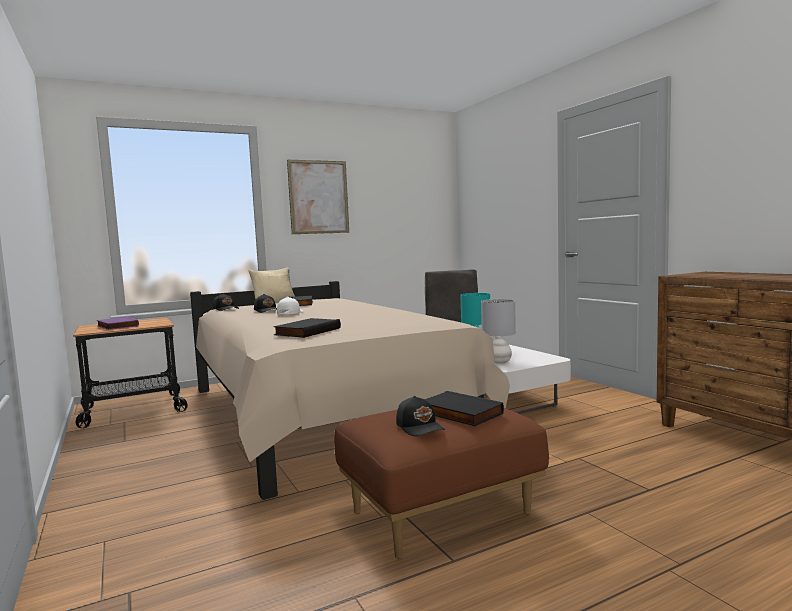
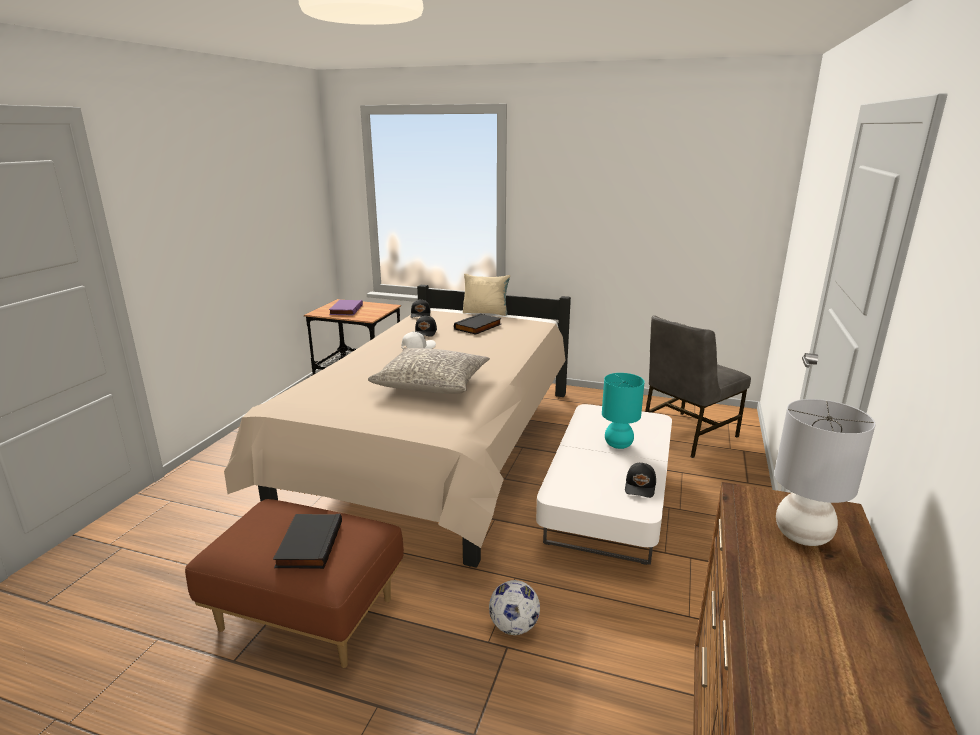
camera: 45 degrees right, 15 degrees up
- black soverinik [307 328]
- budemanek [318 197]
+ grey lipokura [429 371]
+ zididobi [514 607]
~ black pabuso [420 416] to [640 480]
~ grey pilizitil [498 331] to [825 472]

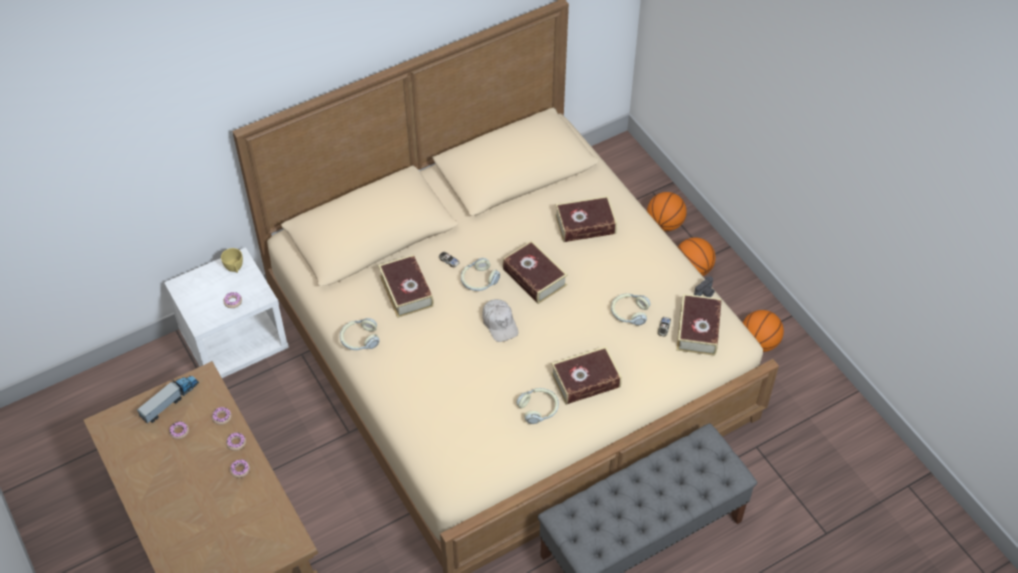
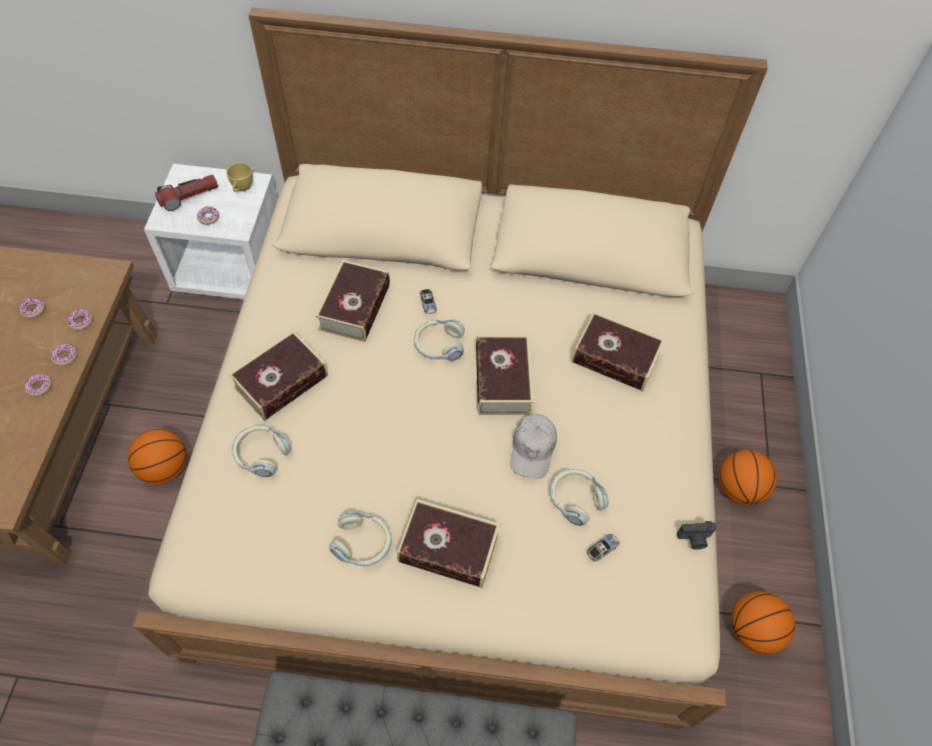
camera: 35 degrees right, 5 degrees up
- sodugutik [168 400]
+ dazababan [186 193]
~ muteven [359 334] to [262 451]
~ white pabuso [500 320] to [533 446]
~ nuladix [667 211] to [157 456]
~ soverinik [698 325] to [278 375]

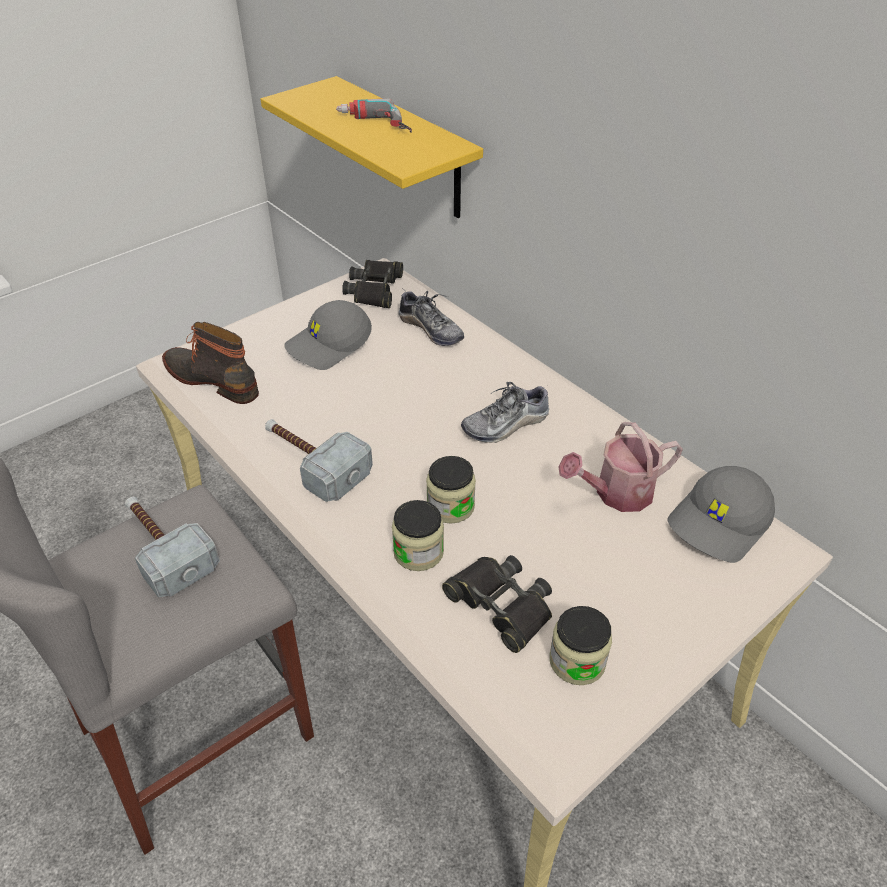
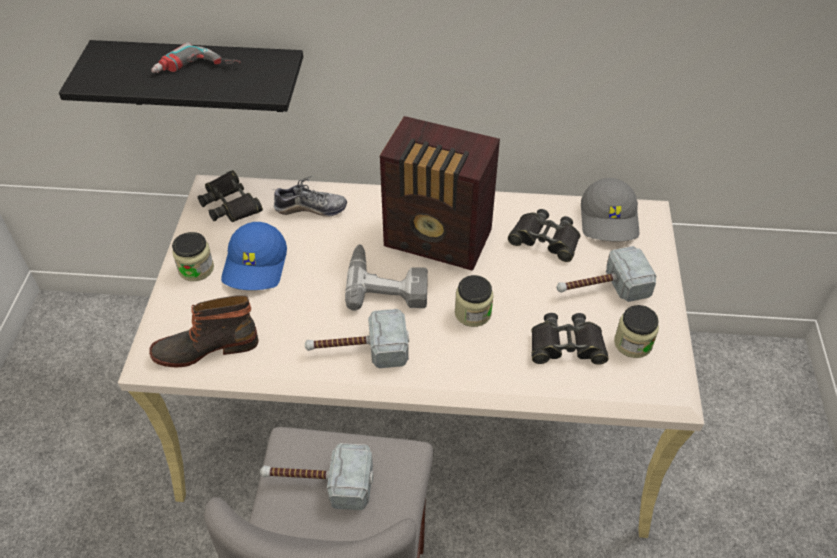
camera: 45 degrees left, 5 degrees up
+ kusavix [386 277]
+ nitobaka [606 274]
~ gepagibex [418 535] to [193 256]
~ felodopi [505 412] to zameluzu [440 193]
~ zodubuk [620 467] to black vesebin [544 235]
~ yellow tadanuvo [372 147] to black tadanuvo [181 76]
~ grey pabuso [328 335] to blue pabuso [254 256]

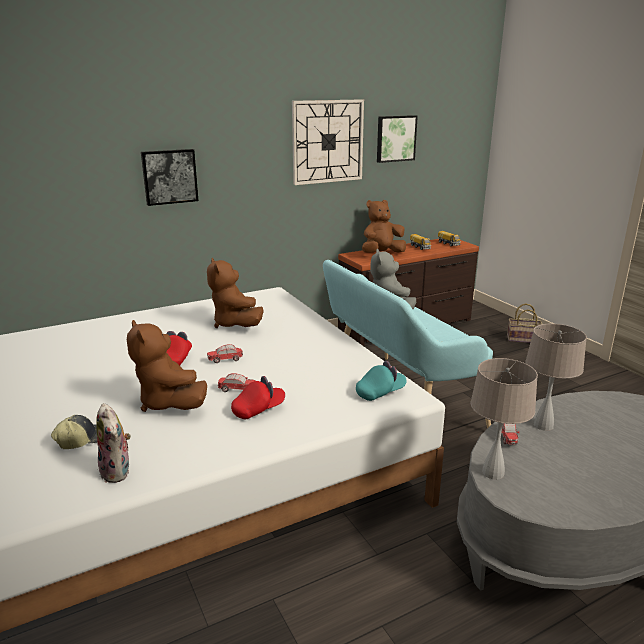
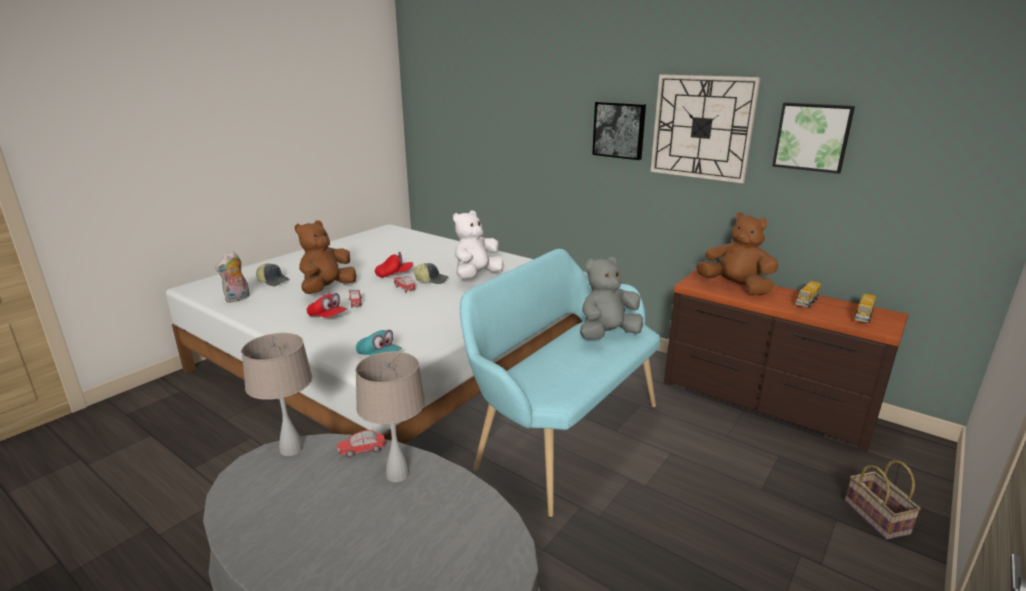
camera: 65 degrees right, 0 degrees up
+ pabuso [431 273]
~ budemanek [169 177] to [619 130]
~ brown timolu [235 293] to white timolu [478 245]

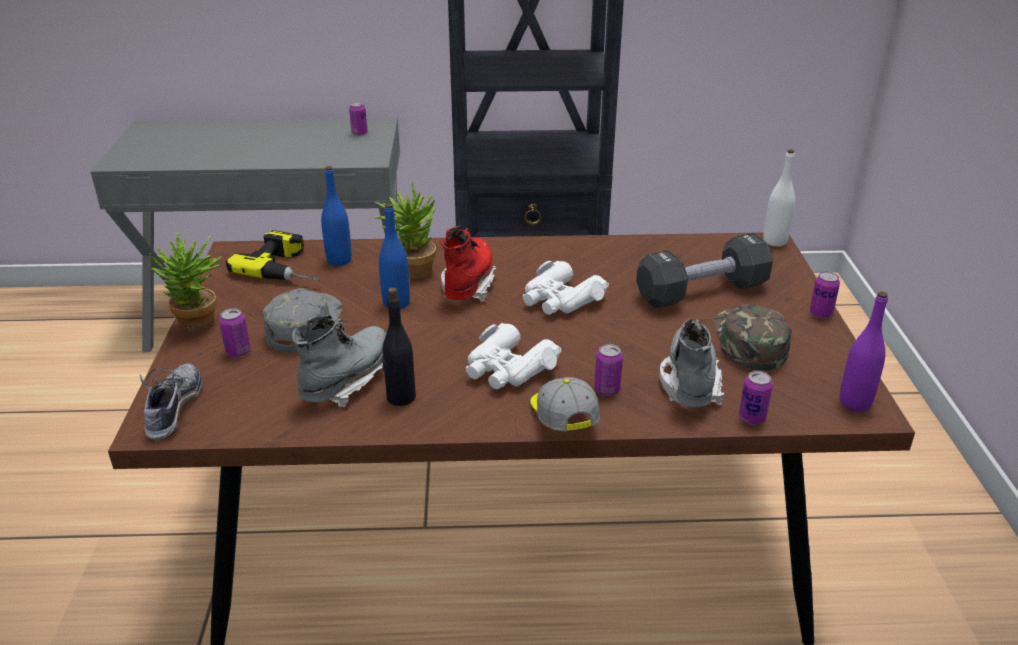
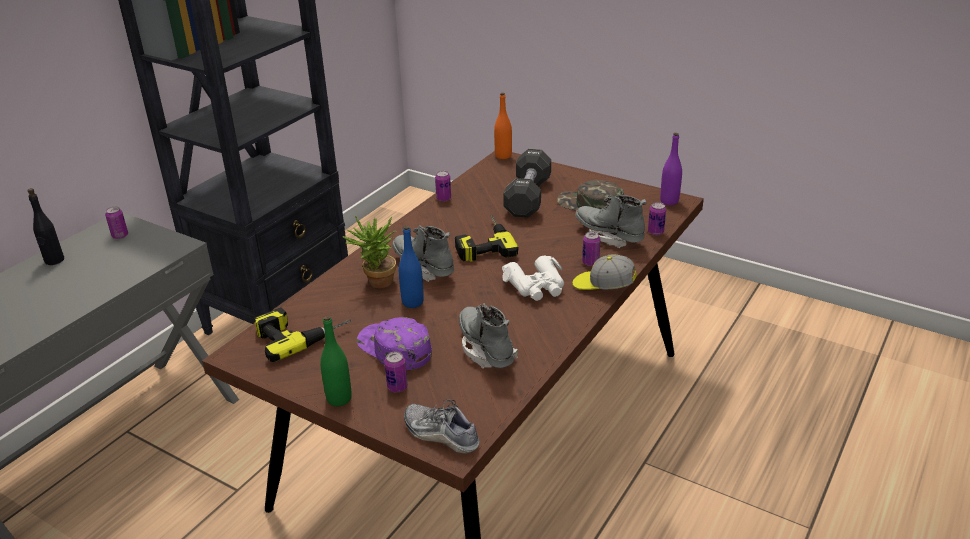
camera: 55 degrees left, 0 degrees up
- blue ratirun [336 216]
~ black ratirun [399 346] to [45 226]
~ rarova [824 295] to [443 186]
~ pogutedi [185 282] to green ratirun [335 360]
~ white vesebin [566 288] to kusavix [486 238]
~ grey pabuso [303 320] to purple pabuso [394 343]
~ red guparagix [468 263] to grey guparagix [423 253]
~ white ratirun [779 197] to orange ratirun [503 126]

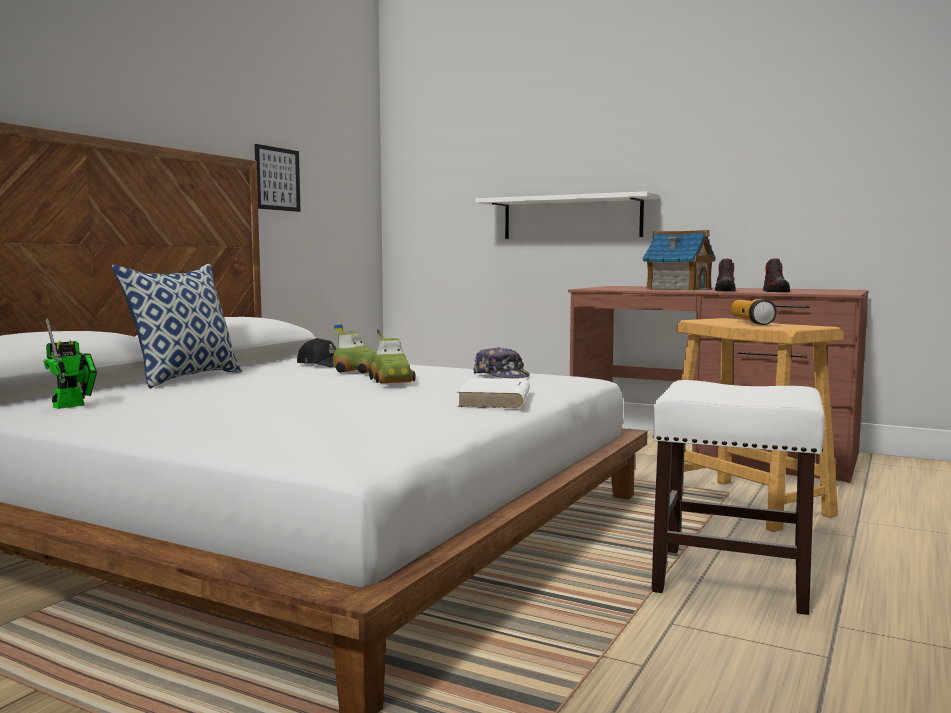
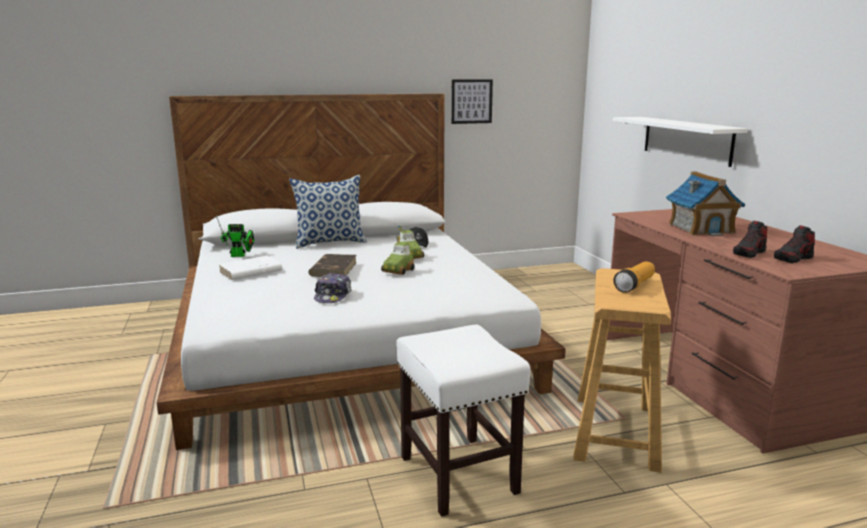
camera: 45 degrees right, 10 degrees up
+ brown soverinik [332 265]
~ white soverinik [493 393] to [250 268]
~ pabuso [501 362] to [333 288]
~ felodopi [725 275] to [794 244]

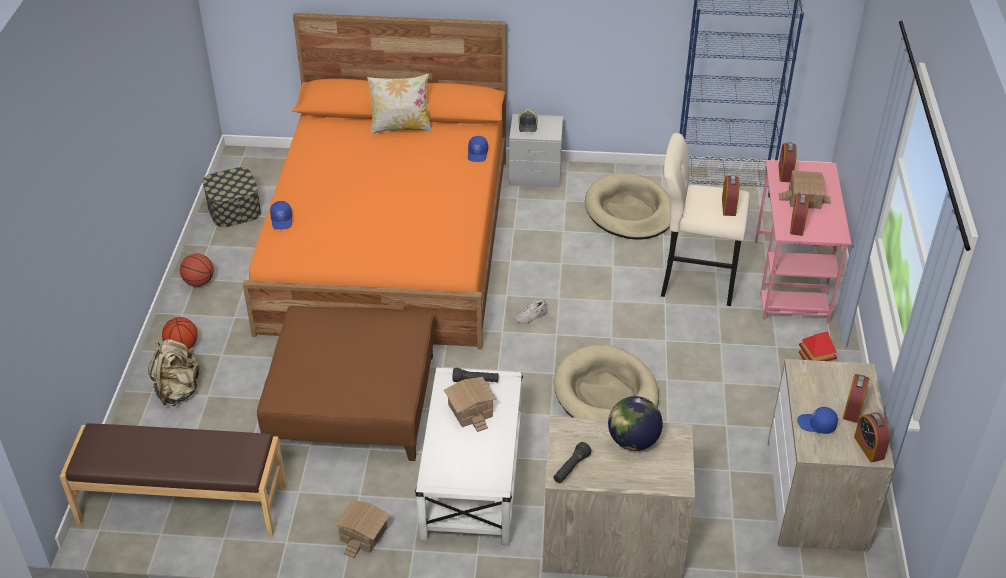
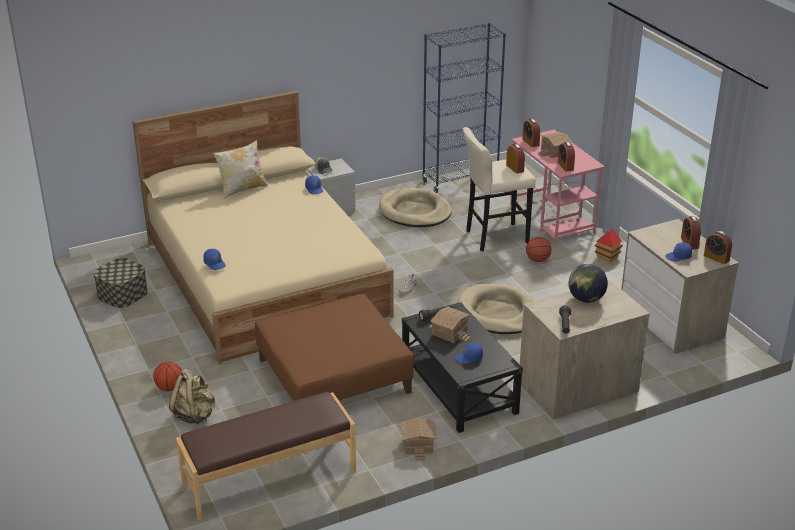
camera: 30 degrees left, 10 degrees down
+ blue pabuso [469 353]
~ nuladix [197 270] to [539 249]
~ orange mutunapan [374 181] to beige mutunapan [263 227]
~ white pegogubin [469 456] to black pegogubin [462 367]

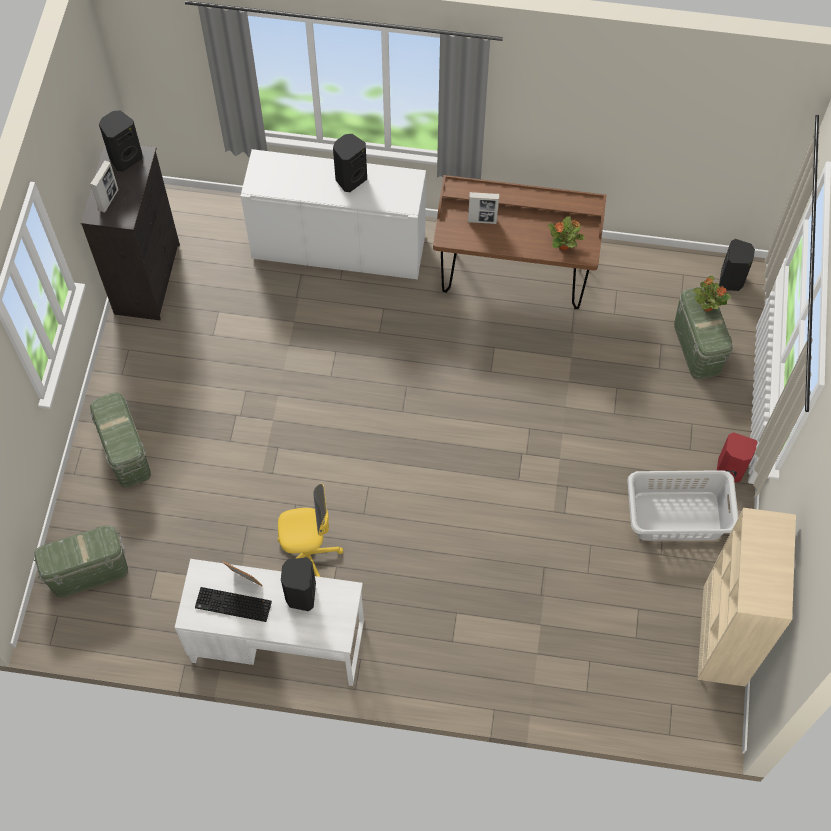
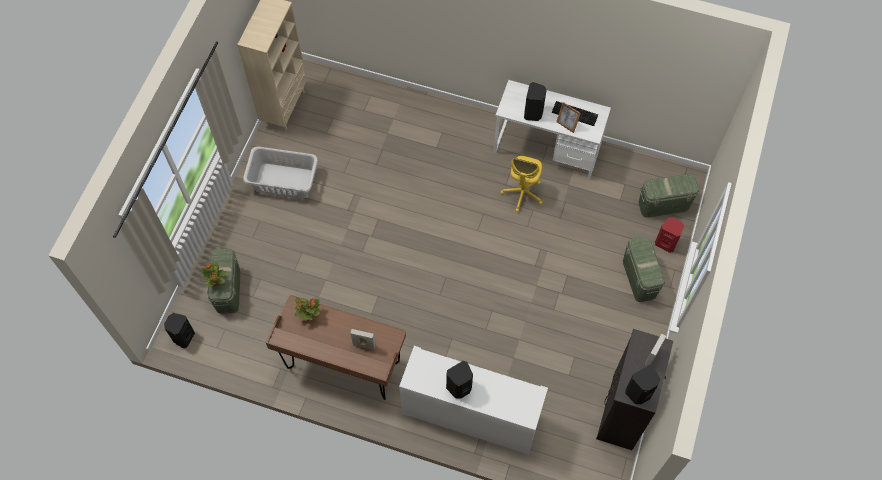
camera: 170 degrees left, 0 degrees up
~ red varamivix [737 457] to [669 235]
~ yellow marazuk [310 530] = [522 184] 75 degrees counterclockwise

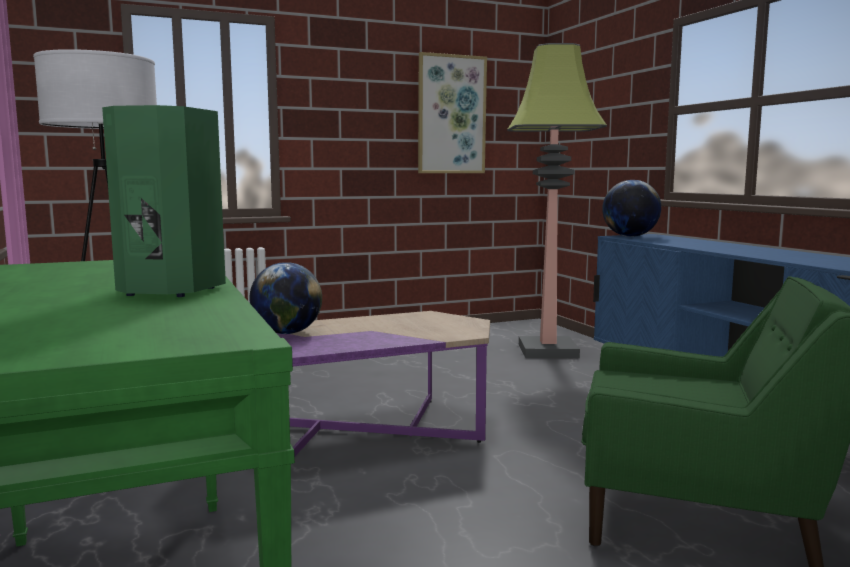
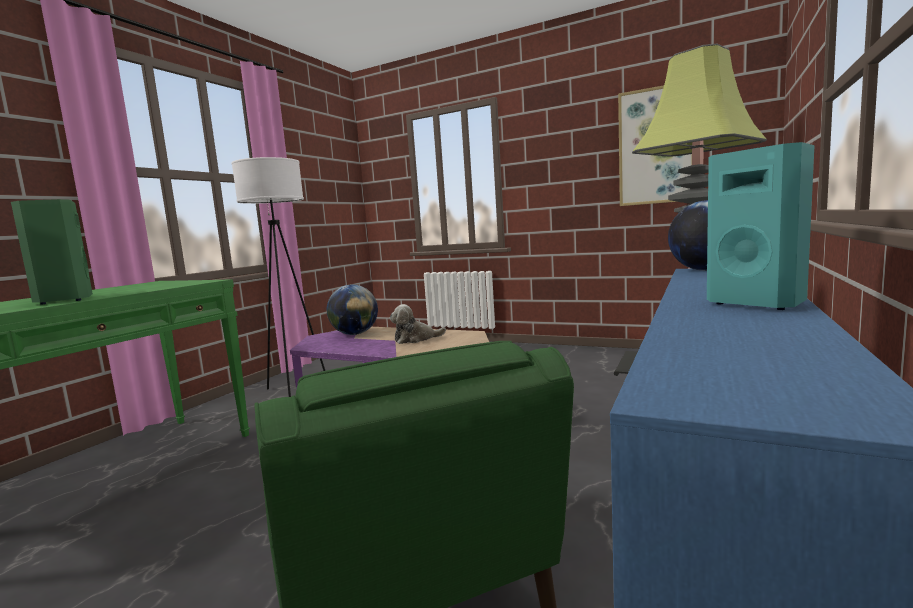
camera: 50 degrees right, 0 degrees up
+ timolu [418 324]
+ turquoise varamivix [761 226]

